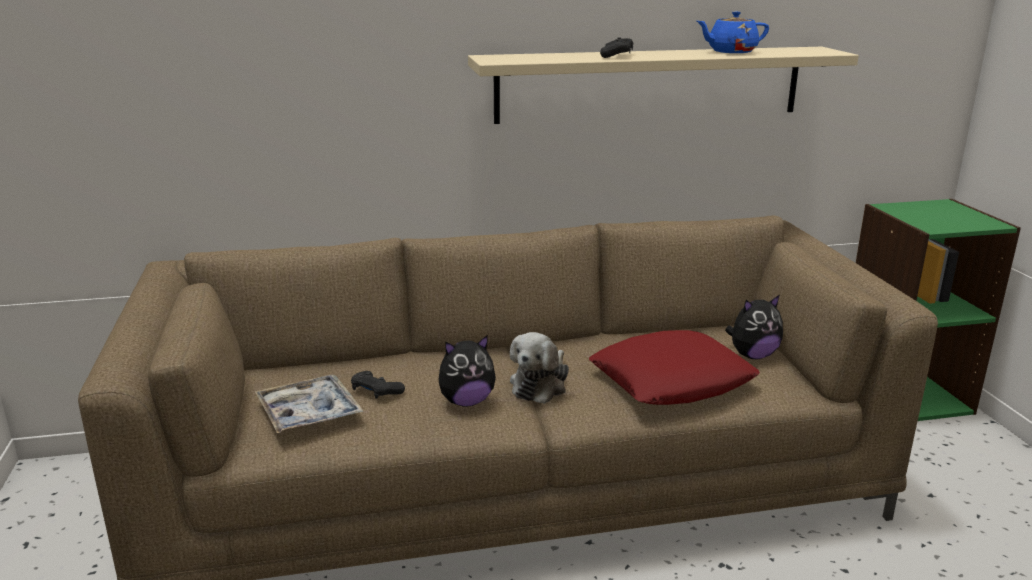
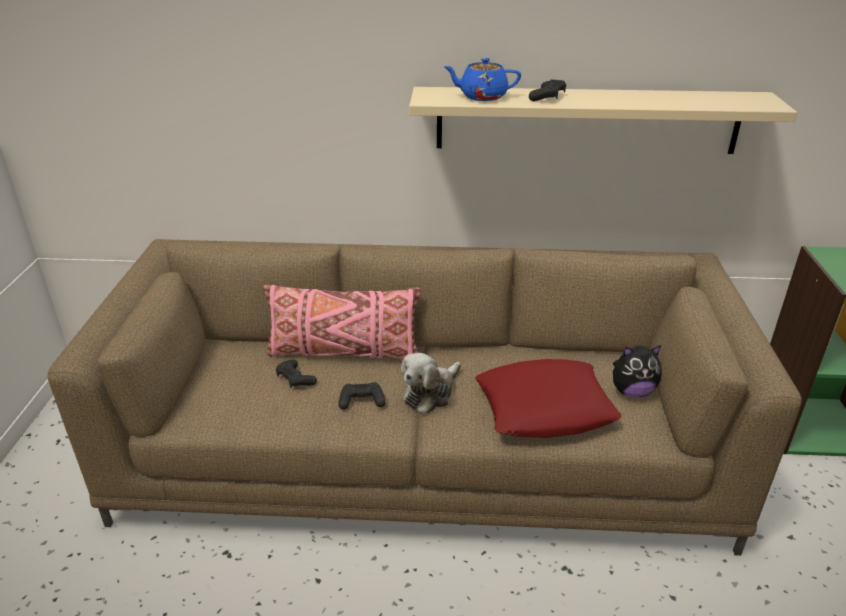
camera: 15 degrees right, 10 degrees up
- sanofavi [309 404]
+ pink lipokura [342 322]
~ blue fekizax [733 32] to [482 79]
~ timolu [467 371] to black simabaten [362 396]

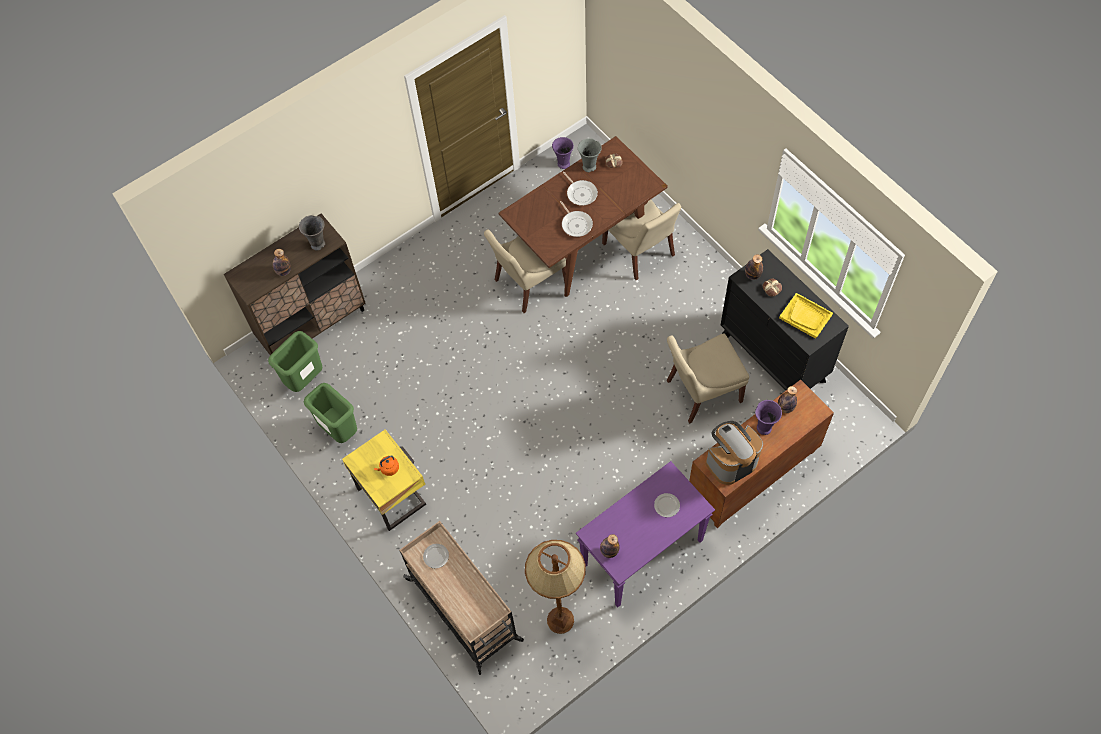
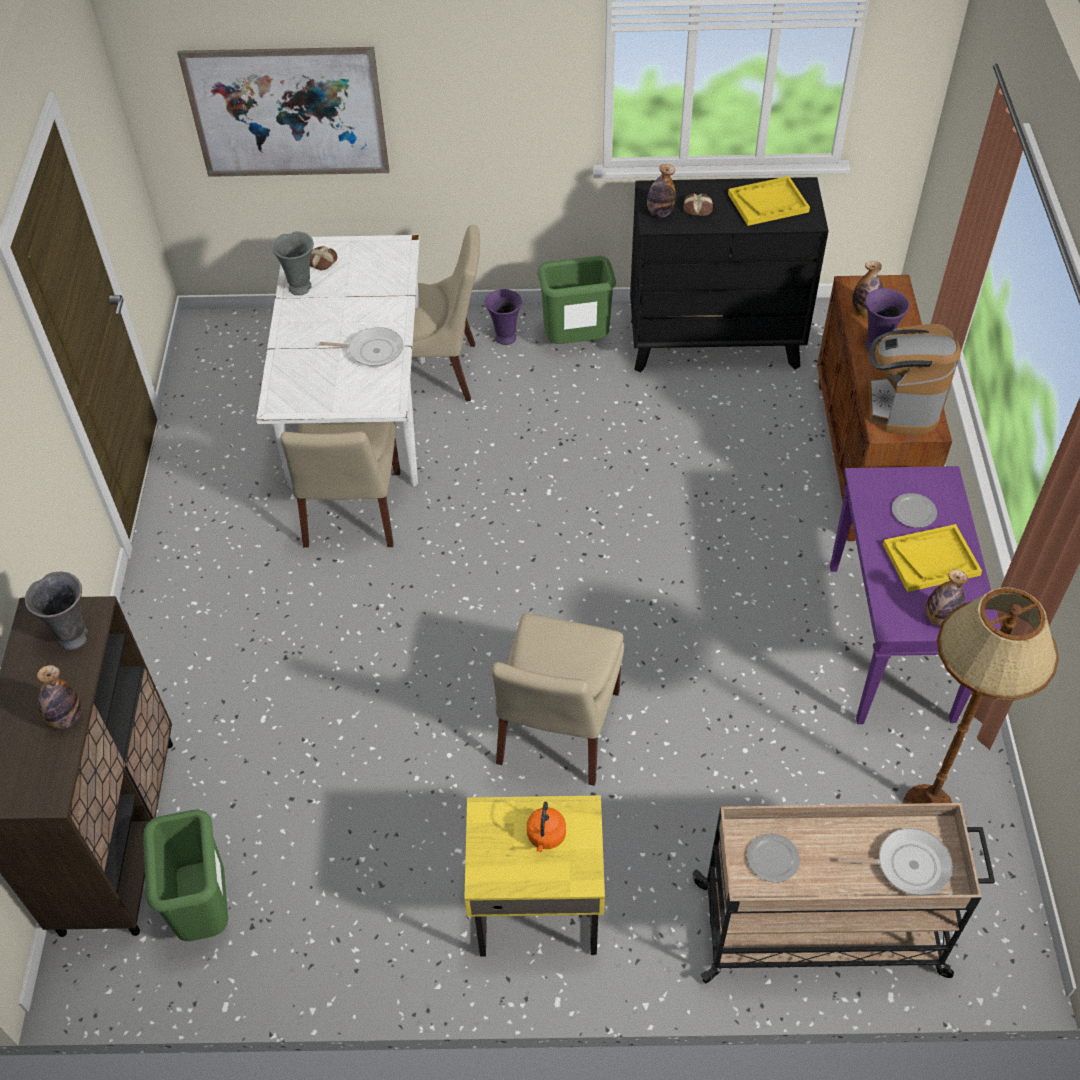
camera: 55 degrees left, 10 degrees down
+ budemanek [283 112]
+ yellow sanofavi [932 558]
~ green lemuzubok [330 413] to [577 300]
~ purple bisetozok [563 153] to [503 317]
~ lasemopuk [580 189] to [895 861]
~ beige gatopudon [708 378] to [557 699]
~ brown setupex [583 216] to white setupex [340 362]

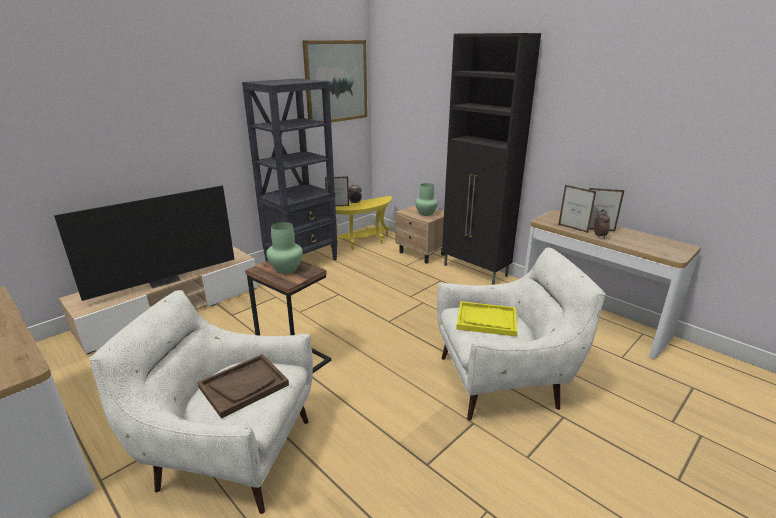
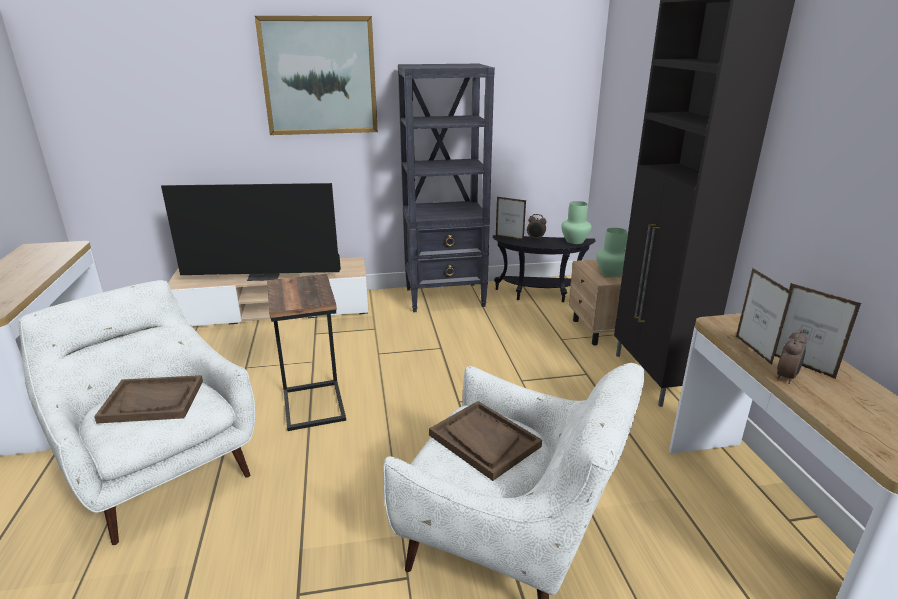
camera: 35 degrees right, 0 degrees up
~ green bisetozok [284 248] to [576 222]
~ budemanek [334 81] to [316 75]
~ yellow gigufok [361 223] to black gigufok [544 268]
~ yellow sanofavi [486 319] to brown sanofavi [485 441]

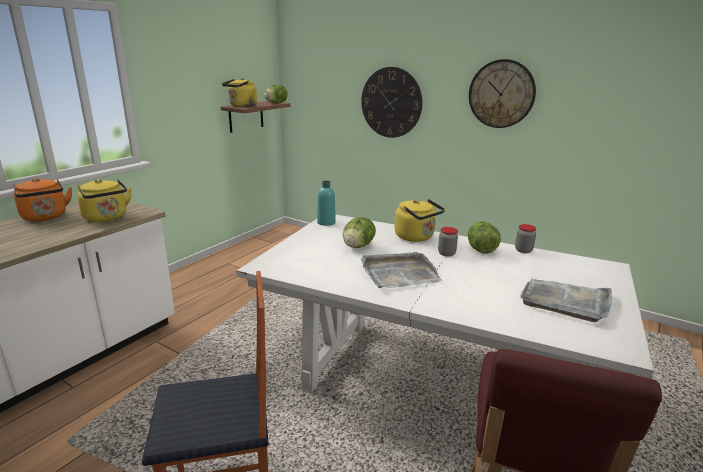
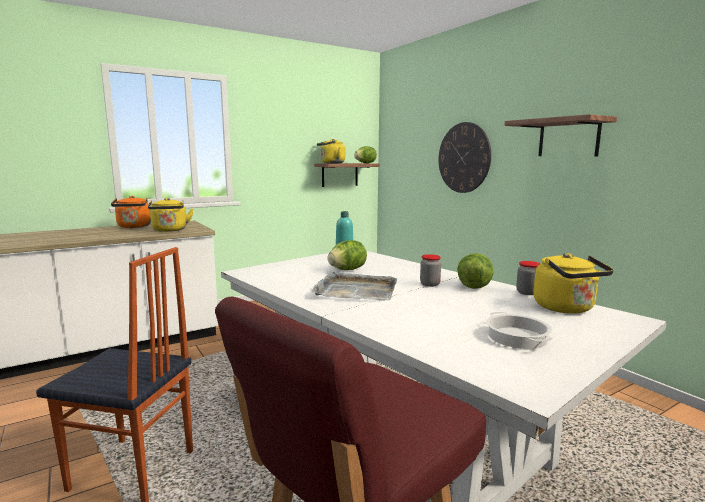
camera: 25 degrees right, 10 degrees down
~ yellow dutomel [420 220] to [573 283]
~ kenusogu [502 93] to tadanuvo [560 135]
~ grey sanofavi [566 300] to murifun [519 330]

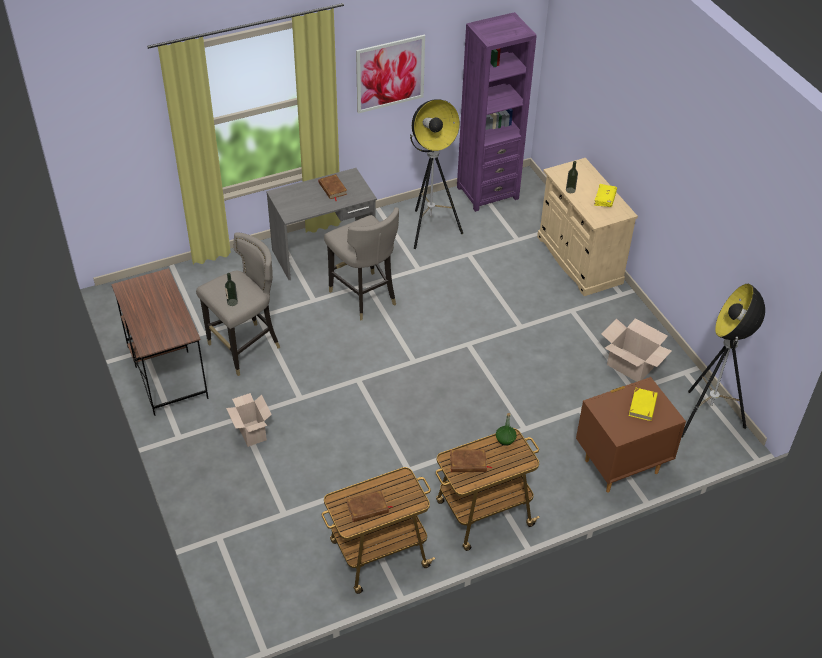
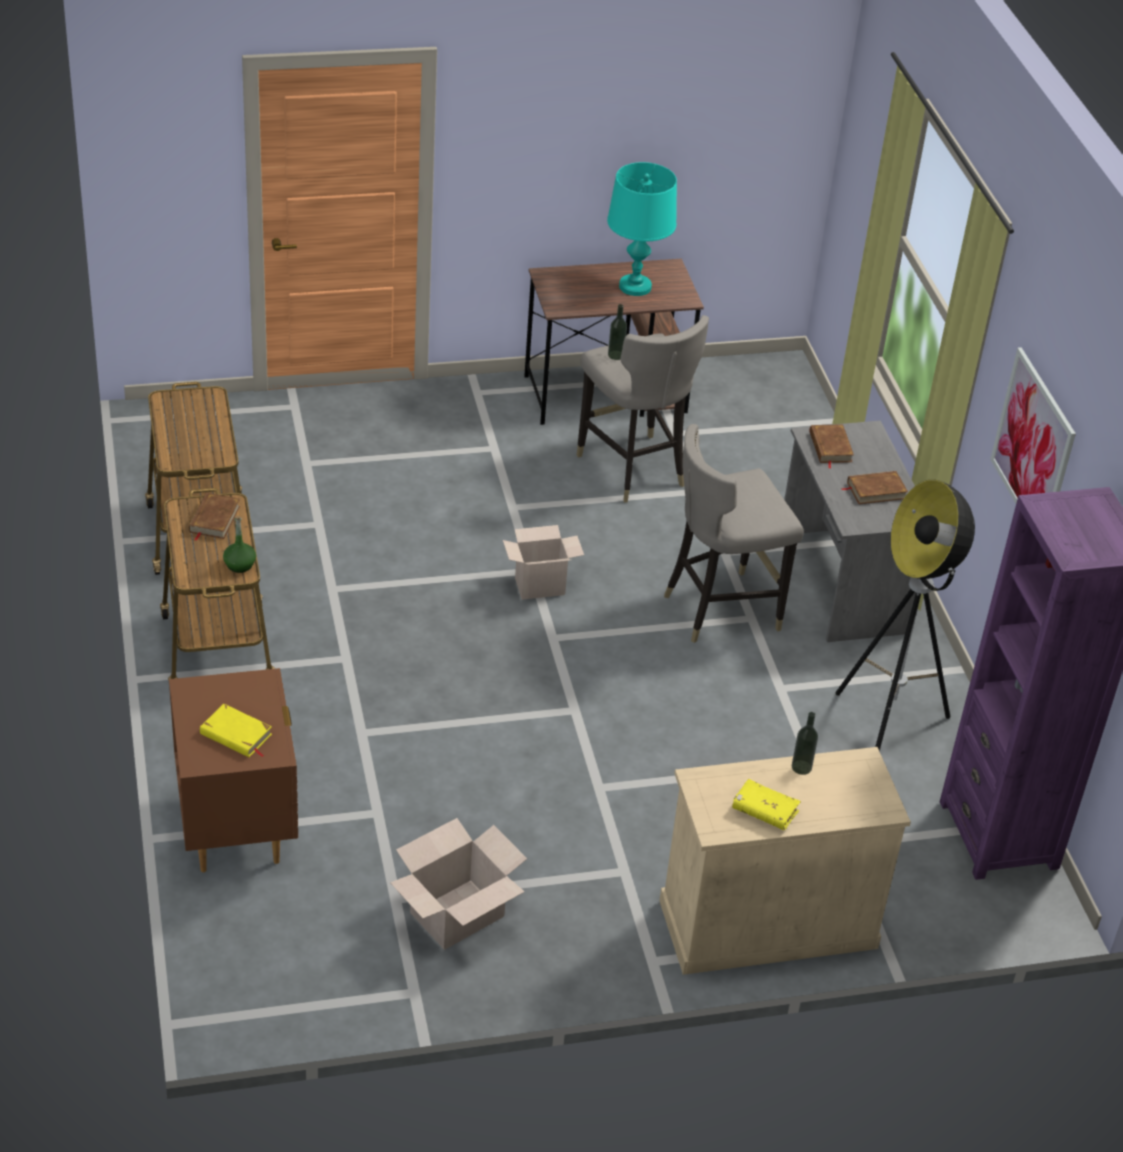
camera: 100 degrees right, 5 degrees down
- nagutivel [723 361]
+ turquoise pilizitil [642 229]
~ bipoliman [249 420] to [543 562]
~ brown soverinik [369 506] to [831 446]

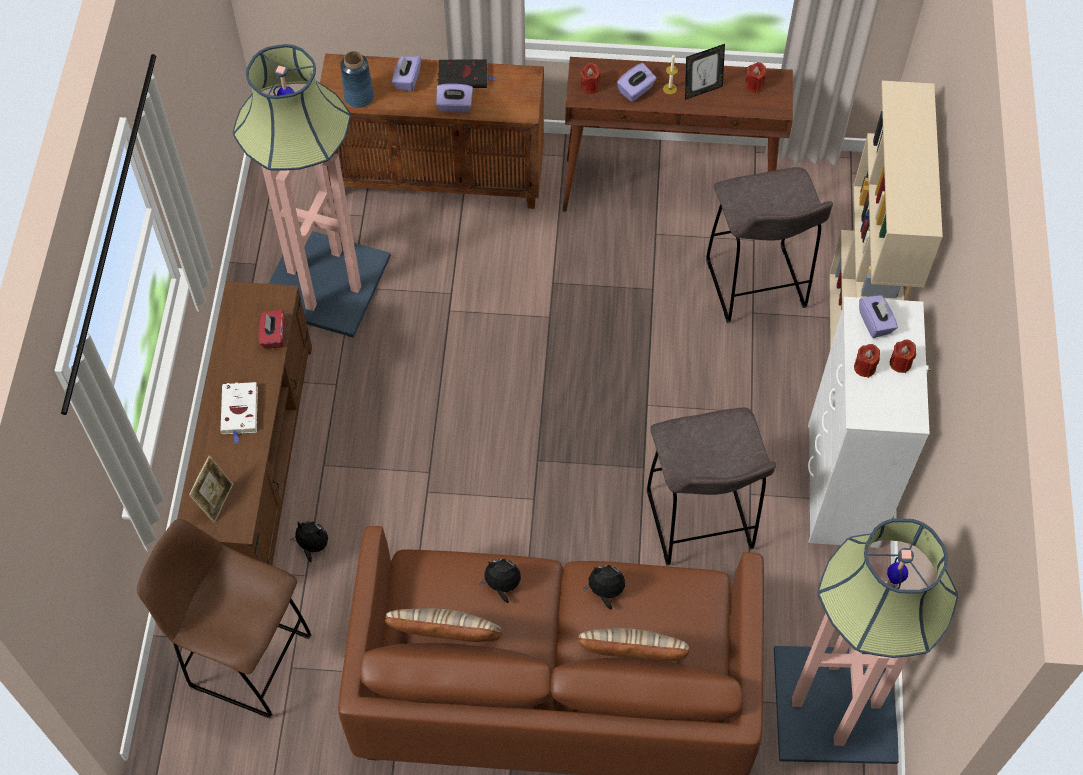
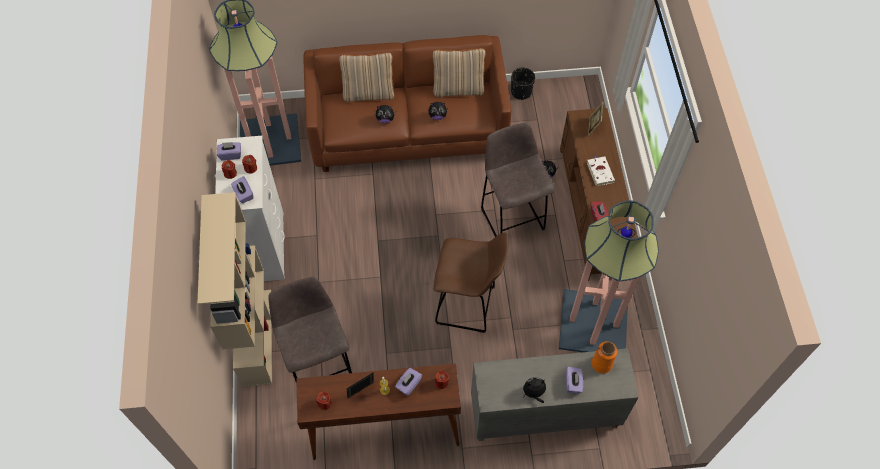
camera: 170 degrees right, 0 degrees up
+ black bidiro [523 83]
~ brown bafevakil [224 619] to [470 282]
~ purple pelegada [454 98] to [229 151]
~ grey bafevakil [711 487] to [518 180]
~ black soverinik [467 73] to timolu [534 390]
~ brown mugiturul [432 131] to grey mugiturul [555 394]
~ blue bisetozok [357 79] to orange bisetozok [604 357]

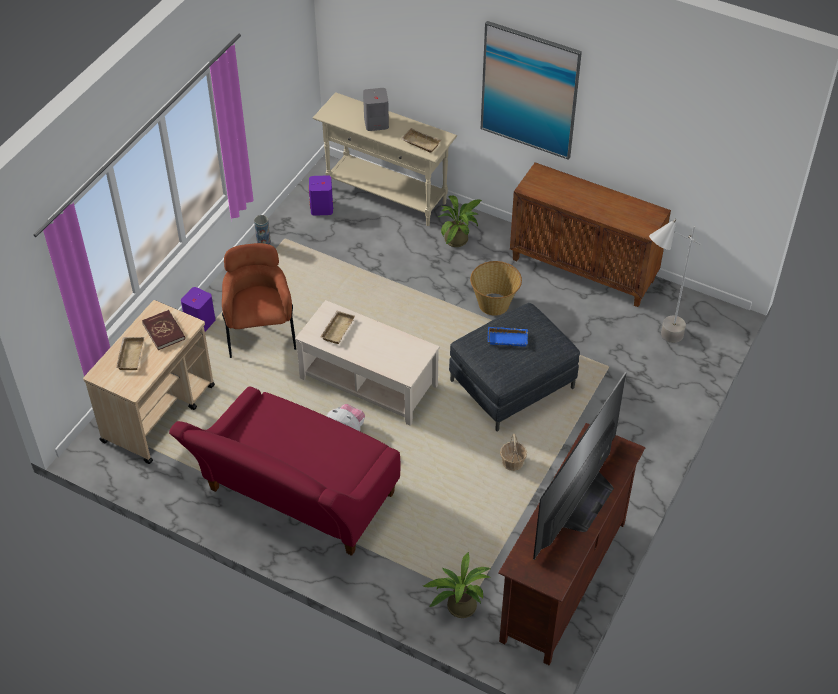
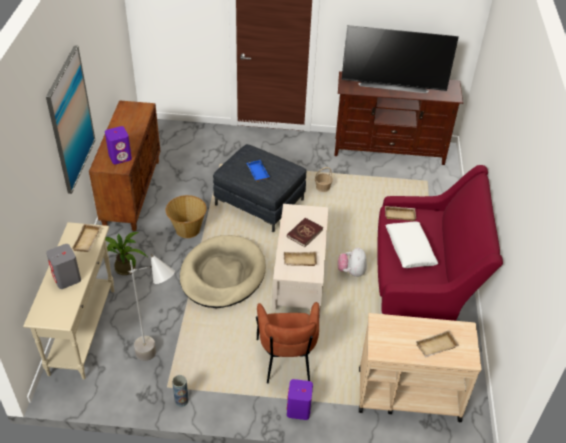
camera: 115 degrees left, 5 degrees down
- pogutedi [457 585]
+ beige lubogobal [223 271]
+ beige sanofavi [400 213]
+ white lipokura [412 244]
~ red soverinik [163 330] to [305 232]
~ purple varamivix [321 195] to [118 145]
~ grey nagutivel [675 281] to [150 307]
~ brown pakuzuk [259 300] = [288 342] 60 degrees counterclockwise

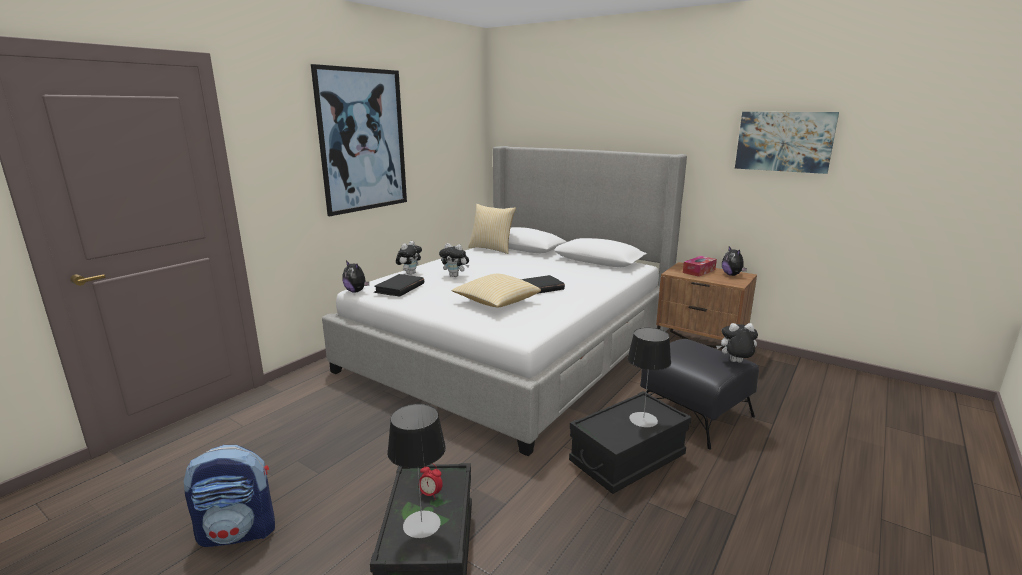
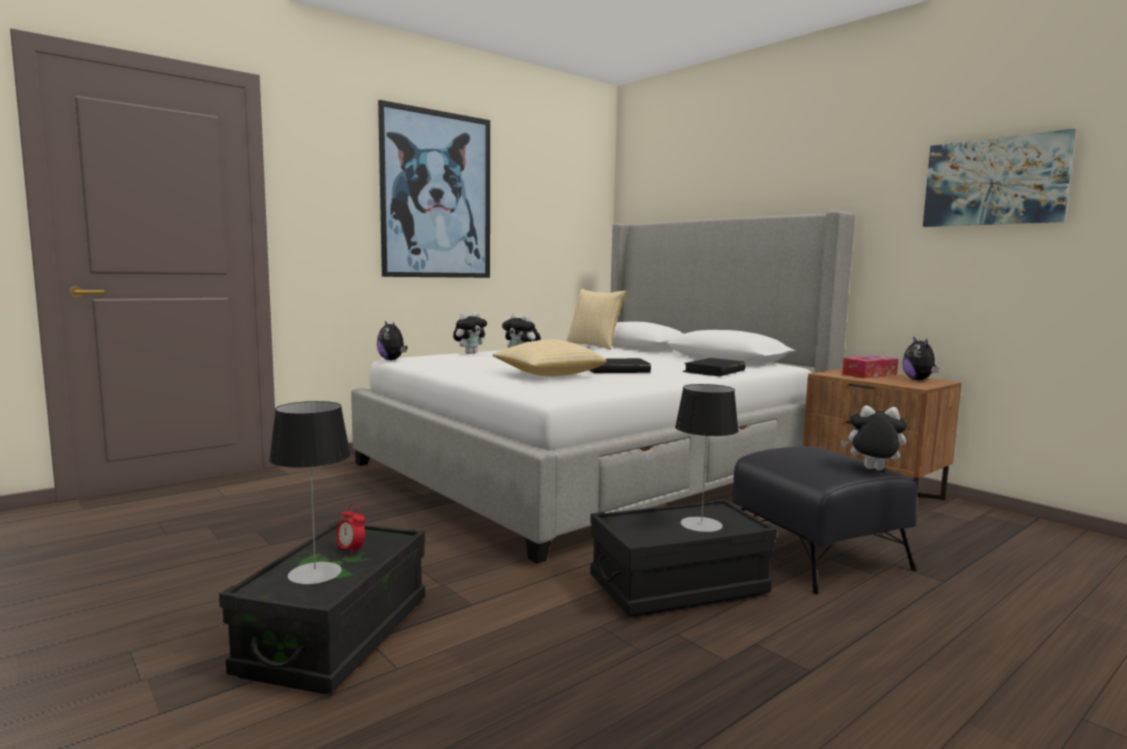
camera: 15 degrees right, 10 degrees down
- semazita [229 496]
~ black soverinik [399 285] to [714 367]

